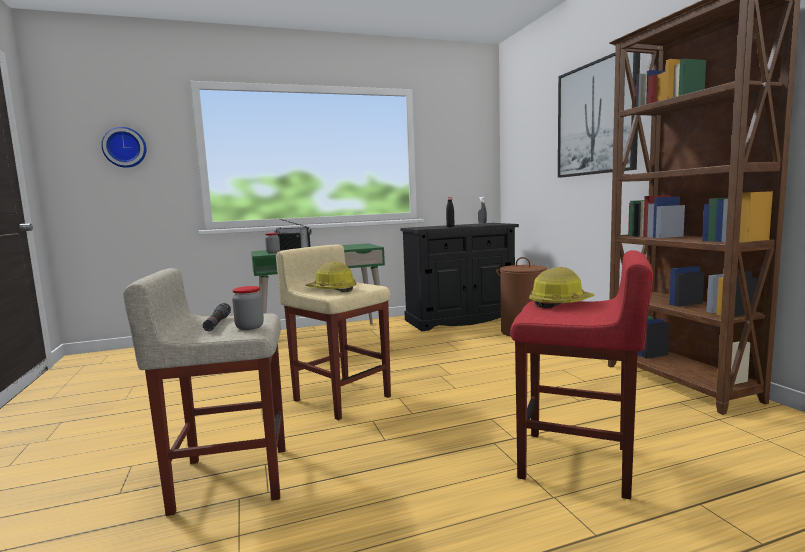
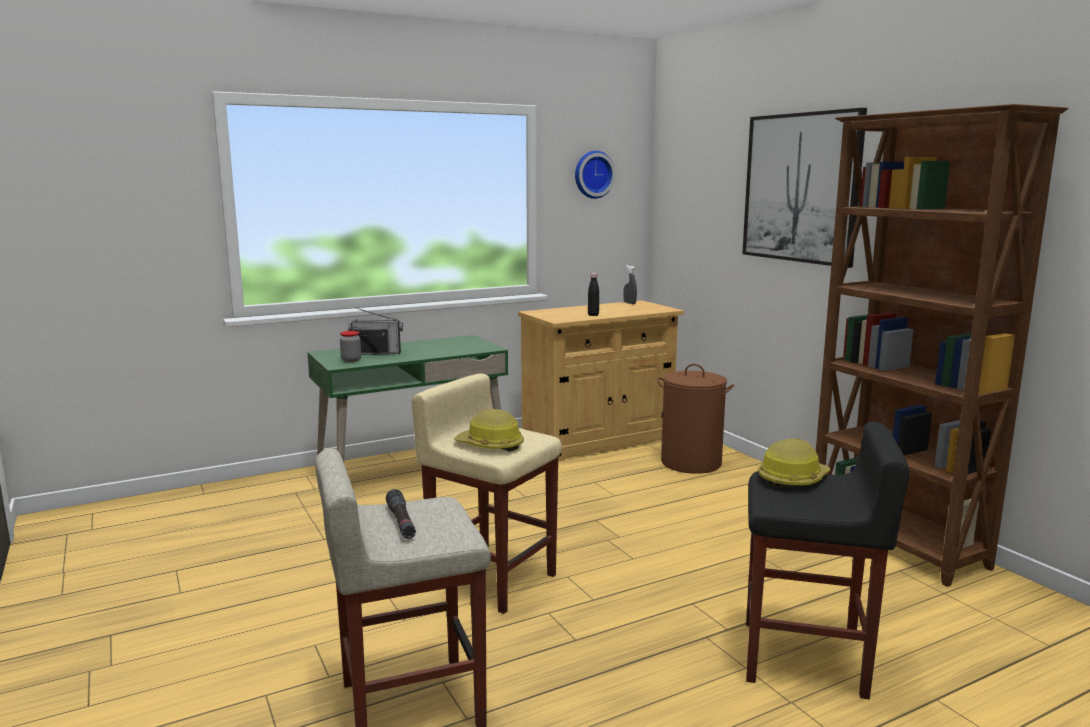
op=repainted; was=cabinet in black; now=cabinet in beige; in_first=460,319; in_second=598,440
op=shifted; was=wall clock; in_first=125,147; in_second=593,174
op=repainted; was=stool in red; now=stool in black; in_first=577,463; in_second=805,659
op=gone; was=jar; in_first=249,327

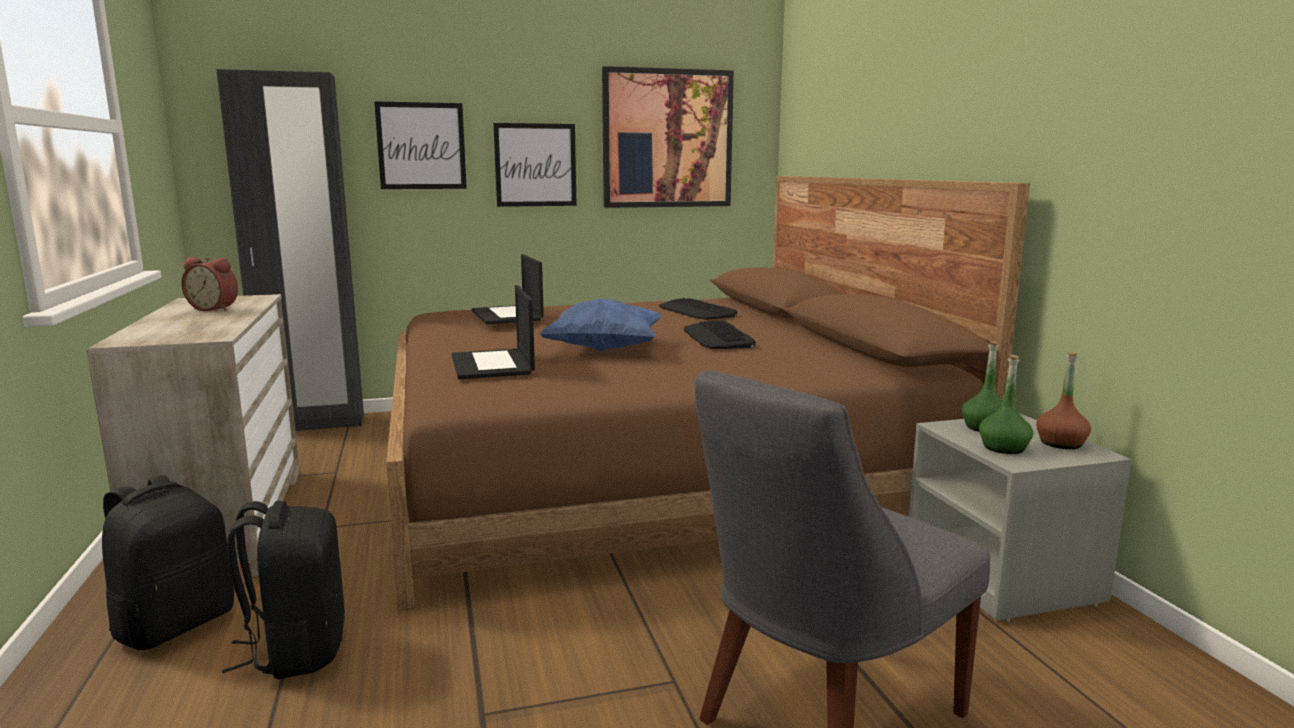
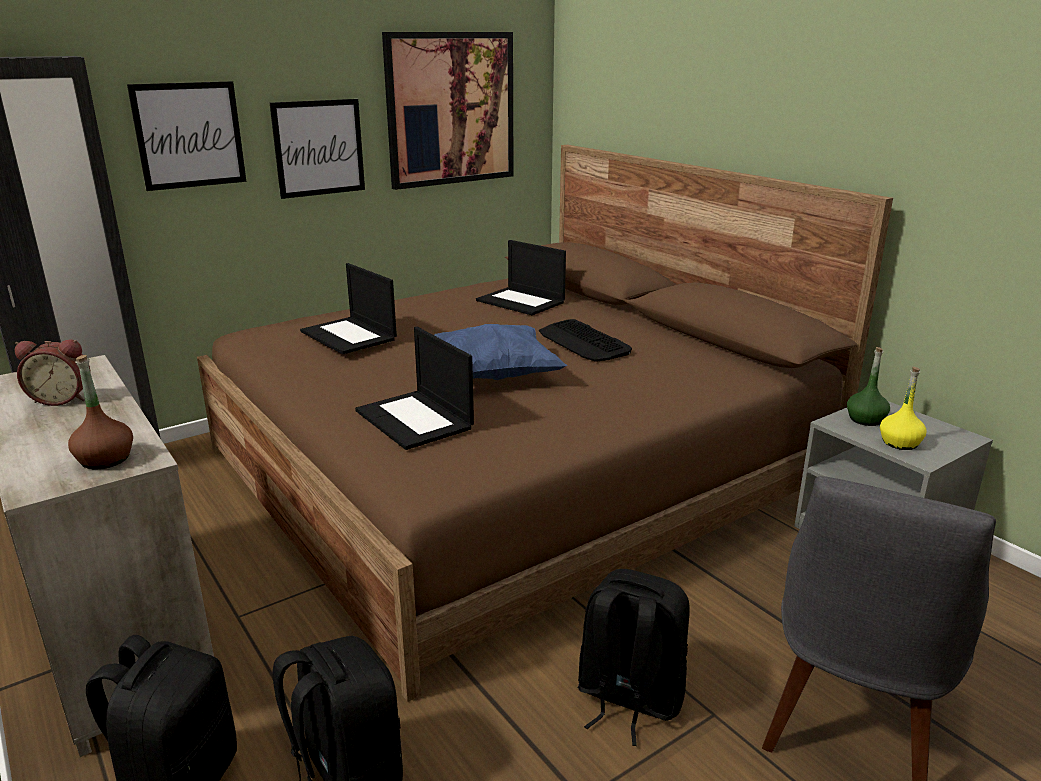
op=shifted; was=bottle in brown; in_first=1061,443; in_second=105,459
op=swapped; was=keyboard; now=laptop; in_first=696,311; in_second=521,301
op=new; now=backpack in black; in_second=628,698
op=repainted; was=bottle in green; now=bottle in yellow; in_first=1004,448; in_second=900,443

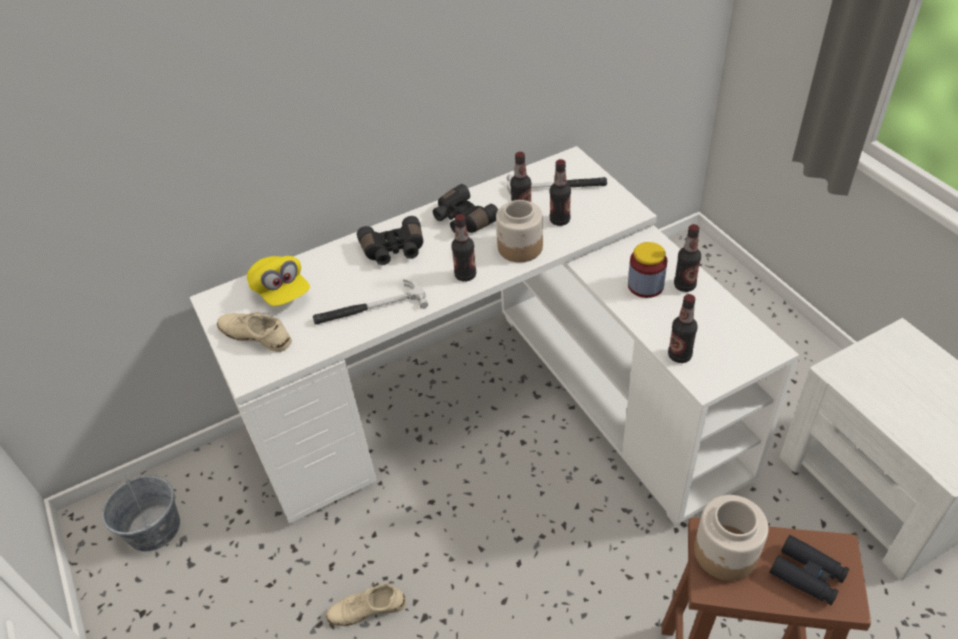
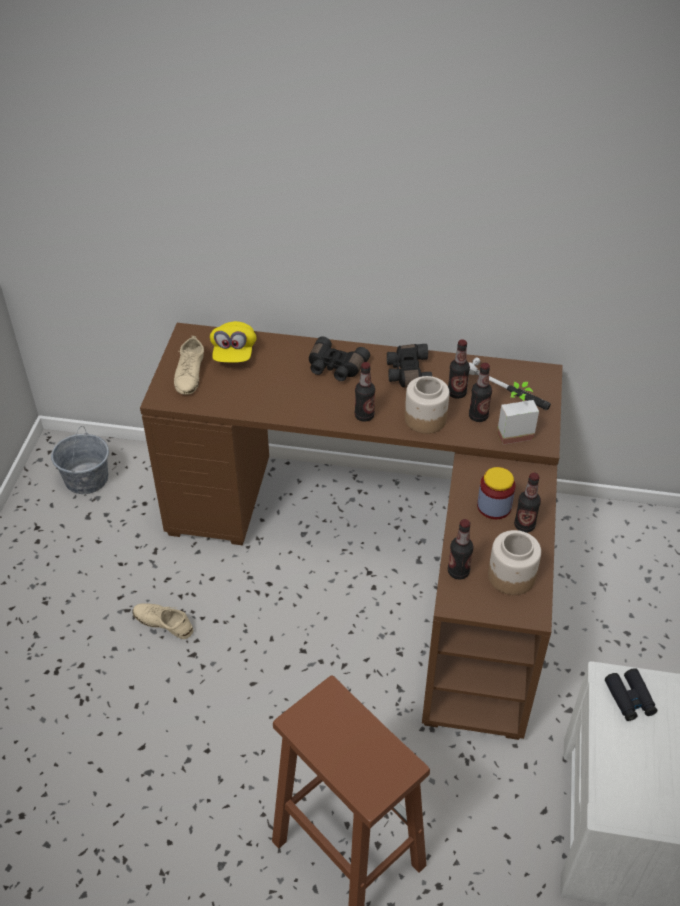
op=repainted; was=desk in white; now=desk in brown; in_first=501,405; in_second=385,550
op=rotated; was=shoe in beige; in_first=255,335; in_second=190,373; clockwise=-150
op=shifted; was=jar; in_first=726,553; in_second=511,576
op=new; now=potted plant; in_second=512,431
op=shifted; was=binoculars in black; in_first=807,574; in_second=629,698
op=gone; was=hammer; in_first=370,308

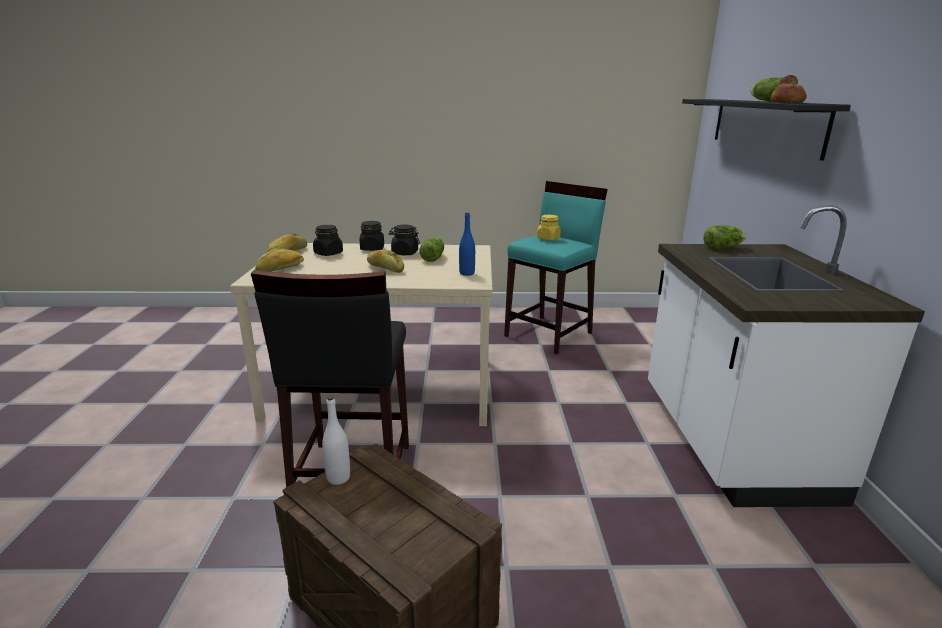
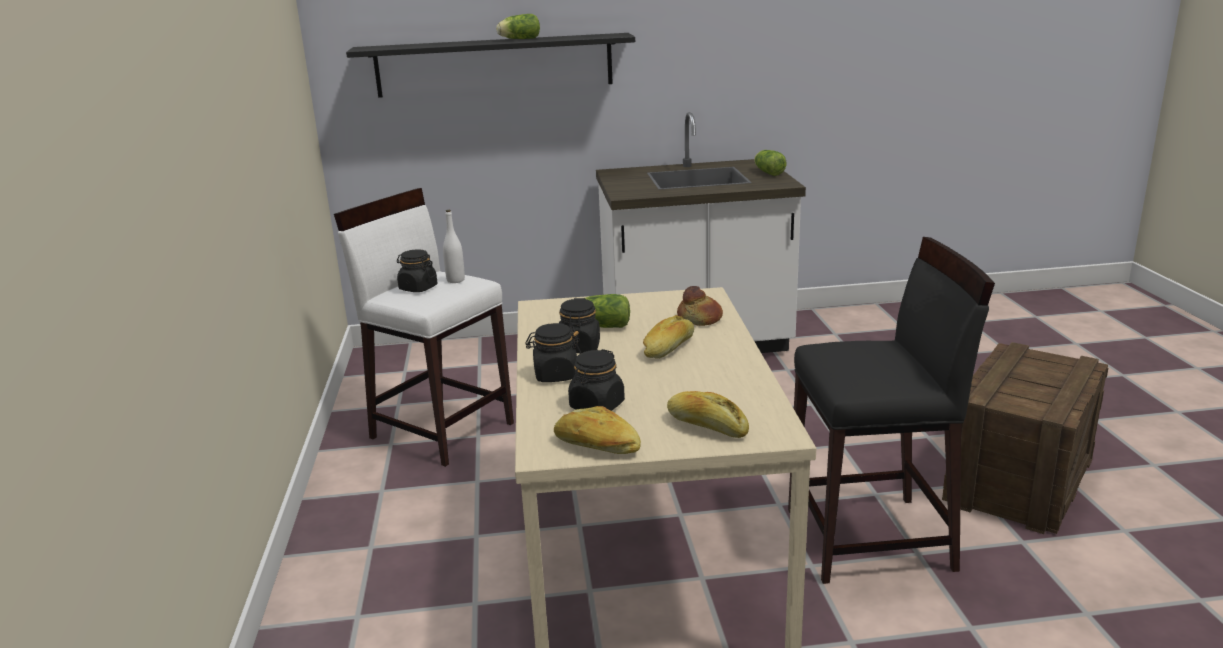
op=repainted; was=stool in turquoise; now=stool in white; in_first=549,334; in_second=442,429
op=repainted; was=jar in yellow; now=jar in black; in_first=548,238; in_second=418,288
op=shifted; was=bottle in white; in_first=338,478; in_second=455,280
op=shifted; was=bread; in_first=787,102; in_second=700,319
op=shifted; was=lettuce; in_first=724,248; in_second=768,172
op=gone; was=bottle in blue; in_first=467,273

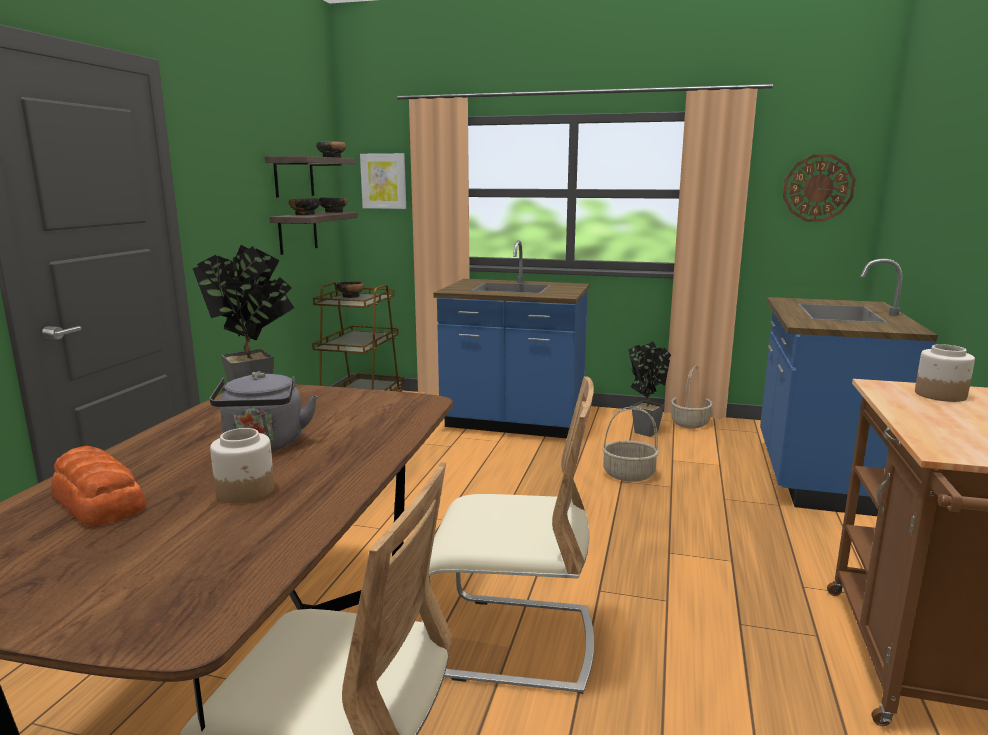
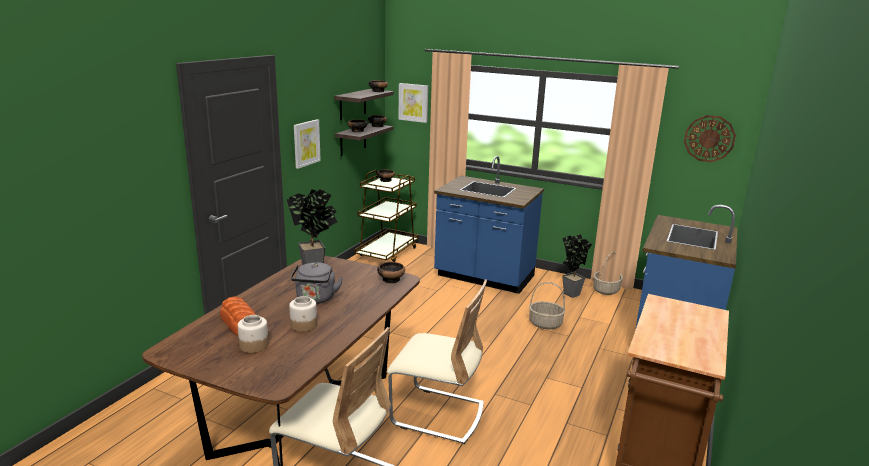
op=shifted; was=jar; in_first=939,395; in_second=253,346
op=new; now=picture; in_second=306,143
op=new; now=bowl; in_second=391,279

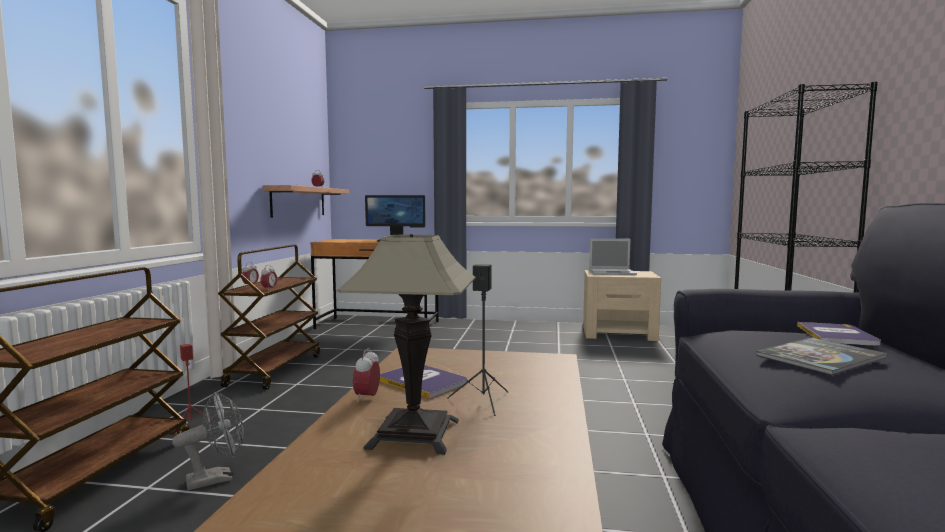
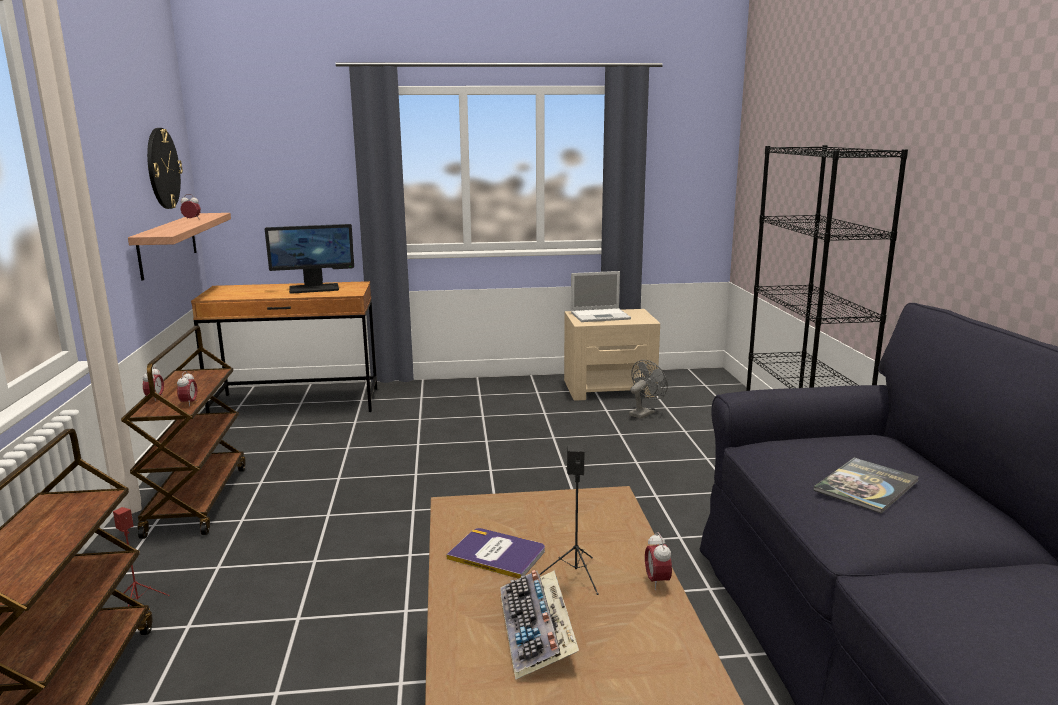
op=new; now=wall clock; in_second=162,168
op=swapped; was=table lamp; now=keyboard; in_first=414,434; in_second=537,632
op=shifted; was=fan in grey; in_first=217,478; in_second=644,413
op=shifted; was=alarm clock; in_first=367,398; in_second=657,582
op=gone; was=book; in_first=836,335

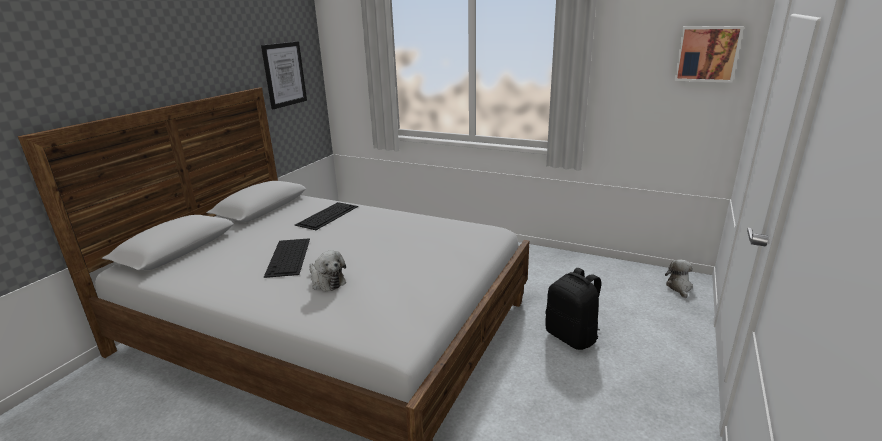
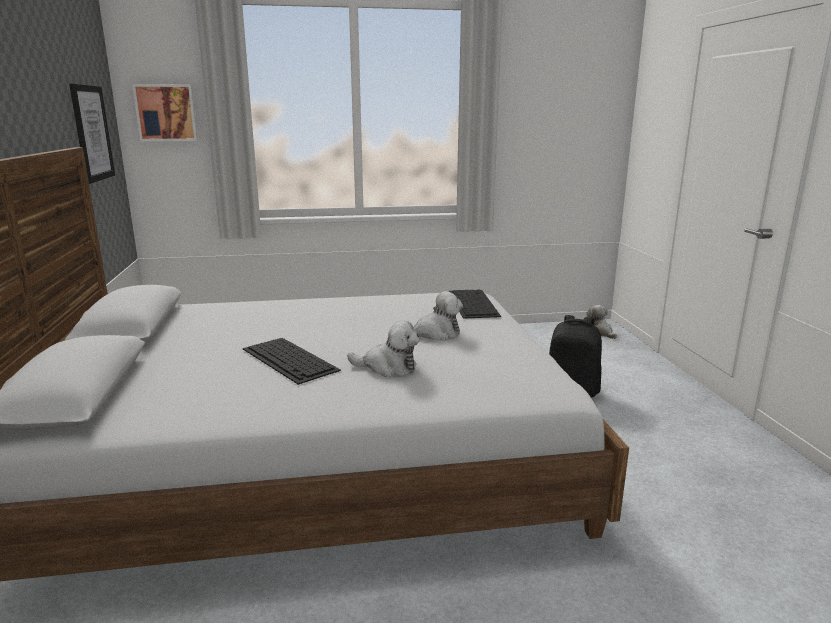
op=shifted; was=picture; in_first=707,54; in_second=166,113
op=new; now=plush toy; in_second=435,334
op=shifted; was=keyboard; in_first=327,215; in_second=472,303

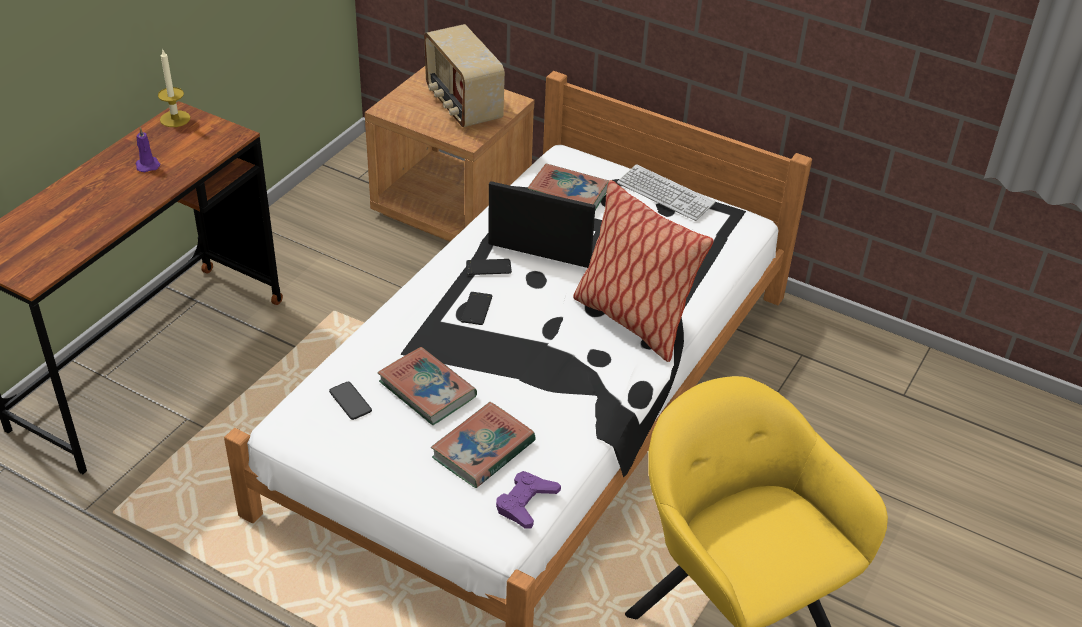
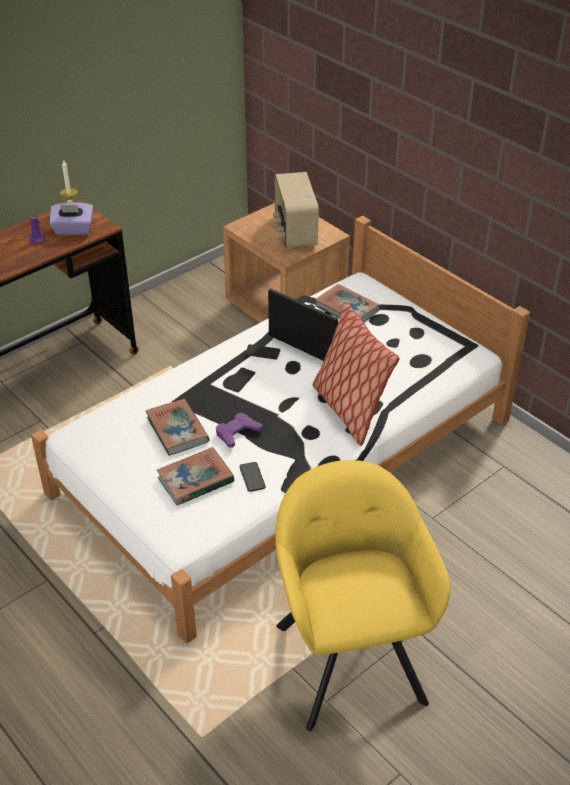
op=new; now=tissue box in purple; in_second=73,230
op=shifted; was=game controller in purple; in_first=526,503; in_second=237,433
op=shifted; was=phone; in_first=350,401; in_second=252,477
op=gone; was=keyboard; in_first=665,194

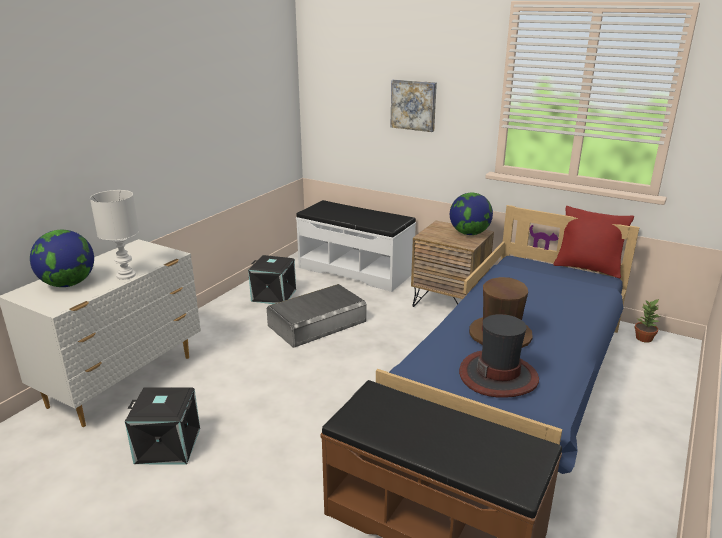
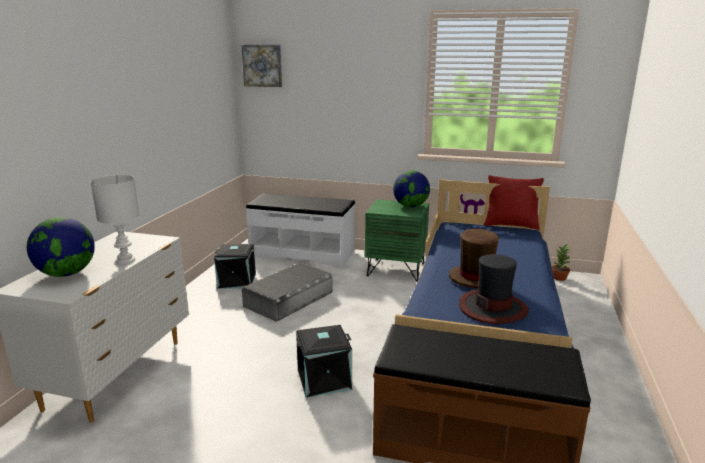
op=shifted; was=picture; in_first=414,105; in_second=263,65
op=shifted; was=storage box in black; in_first=169,445; in_second=324,379
op=repainted; was=nightstand in brown; now=nightstand in green; in_first=449,303; in_second=396,269

